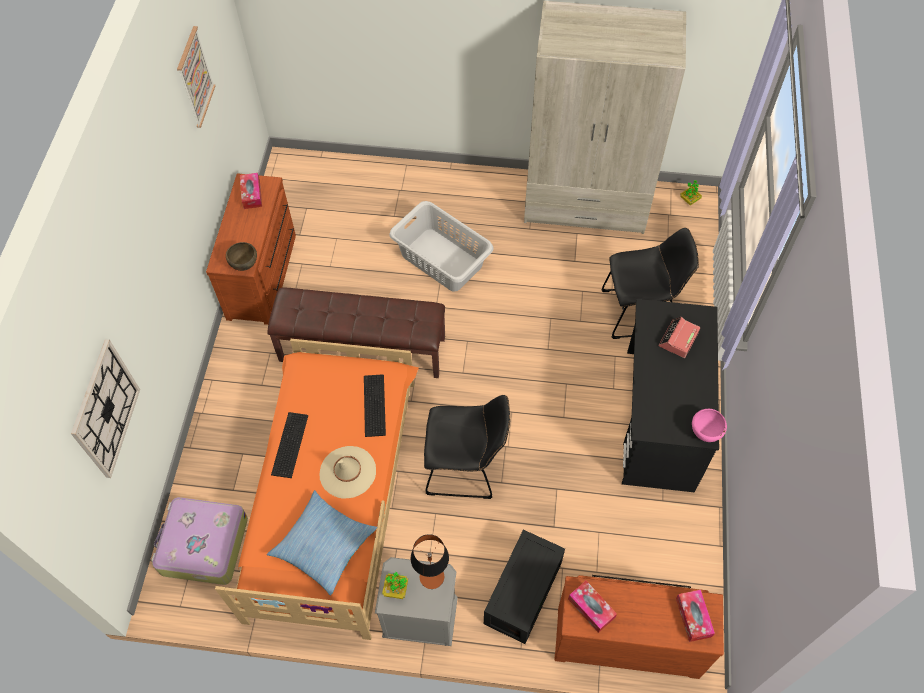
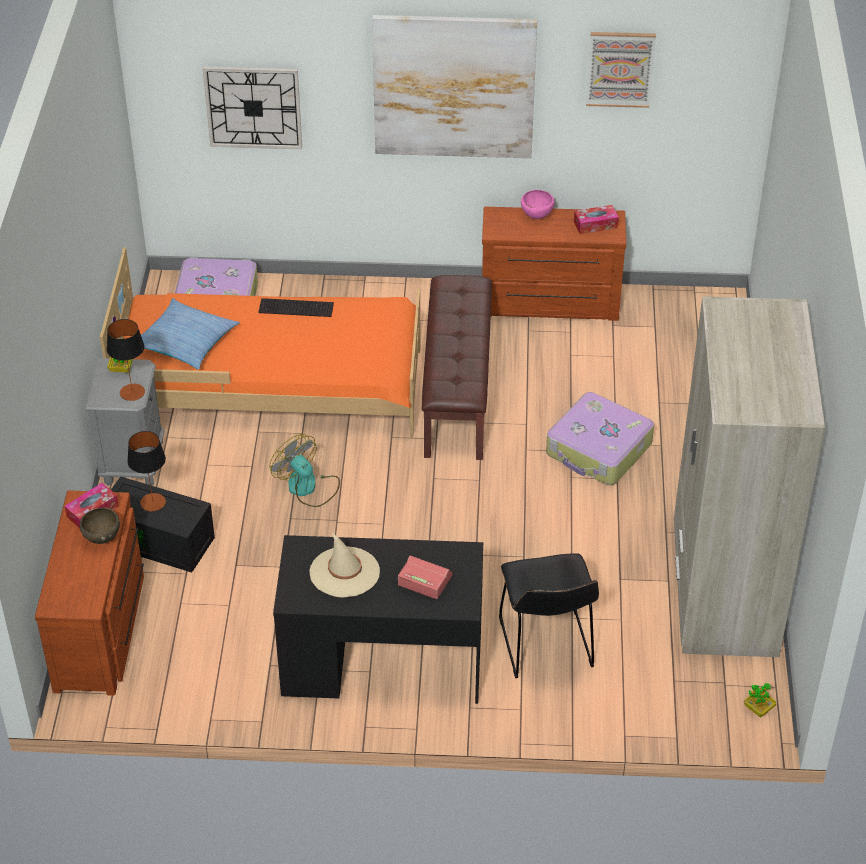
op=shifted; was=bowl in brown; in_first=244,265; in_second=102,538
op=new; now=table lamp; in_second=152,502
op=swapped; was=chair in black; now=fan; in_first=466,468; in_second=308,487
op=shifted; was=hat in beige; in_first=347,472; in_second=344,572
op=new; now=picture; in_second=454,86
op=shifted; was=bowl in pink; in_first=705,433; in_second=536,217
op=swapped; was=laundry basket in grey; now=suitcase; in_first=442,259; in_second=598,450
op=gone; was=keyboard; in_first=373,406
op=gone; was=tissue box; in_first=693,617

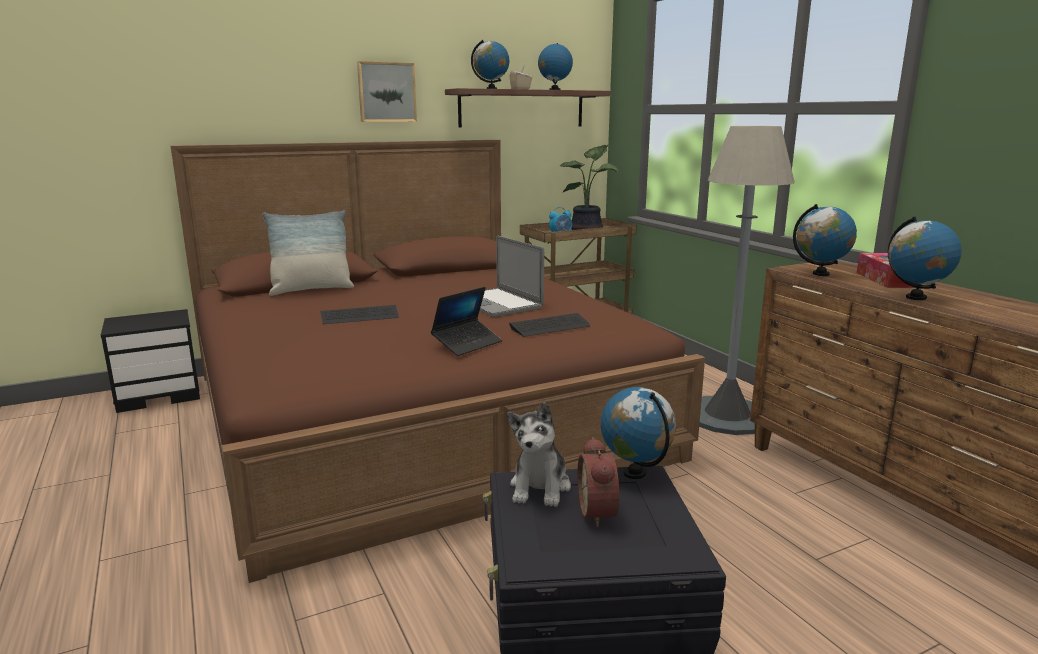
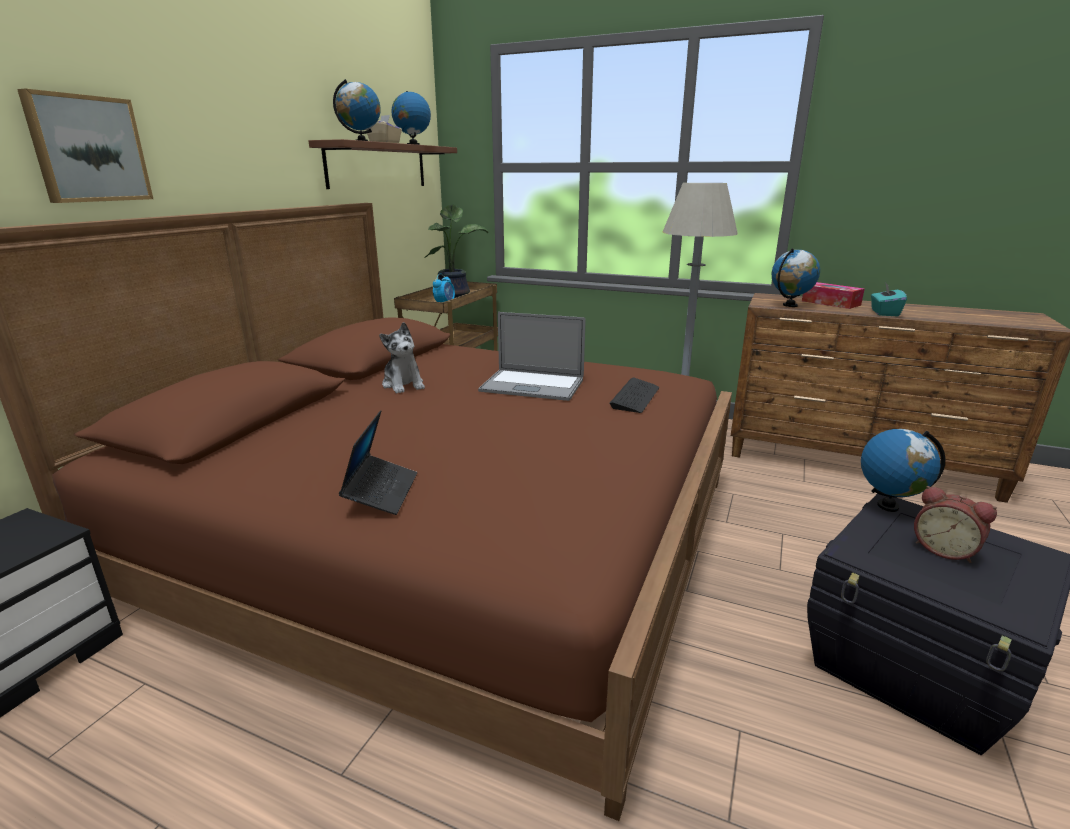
op=shifted; was=picture; in_first=386,92; in_second=88,149
op=shifted; was=laptop; in_first=467,344; in_second=381,492
op=shifted; was=plush toy; in_first=540,487; in_second=403,384
op=swapped; was=globe; now=tissue box in turquoise; in_first=915,297; in_second=884,313
op=gone; was=pillow; in_first=311,290
op=gone; was=keyboard; in_first=360,316

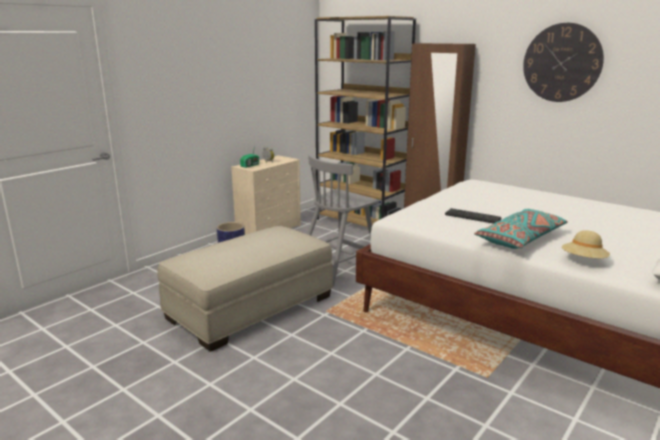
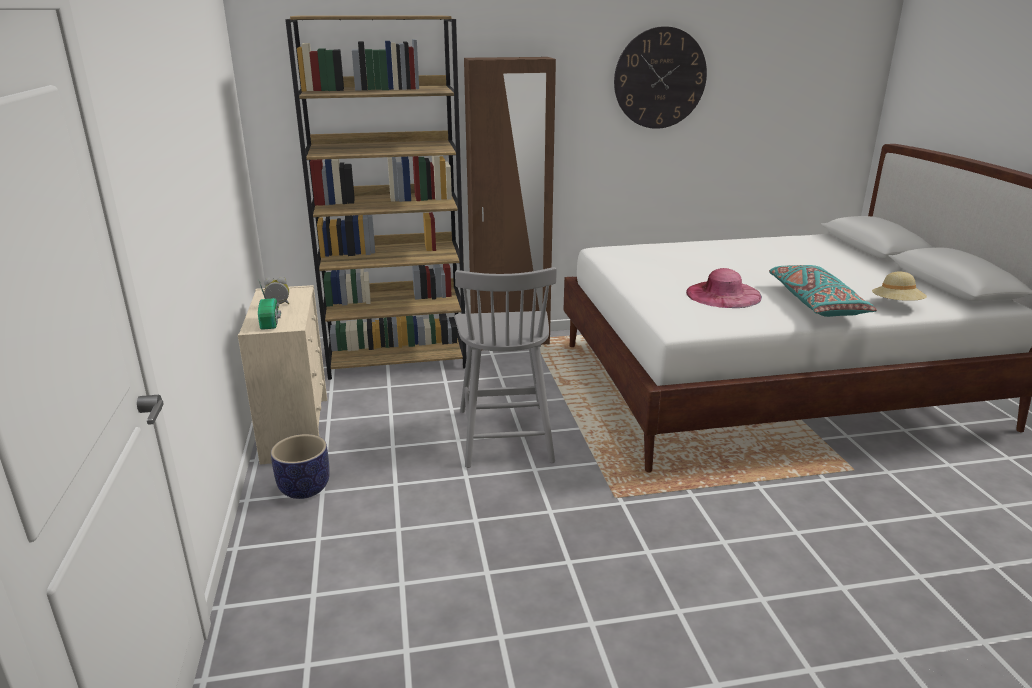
op=swapped; was=keyboard; now=hat in pink; in_first=472,217; in_second=723,294
op=gone; was=ottoman in beige; in_first=251,306

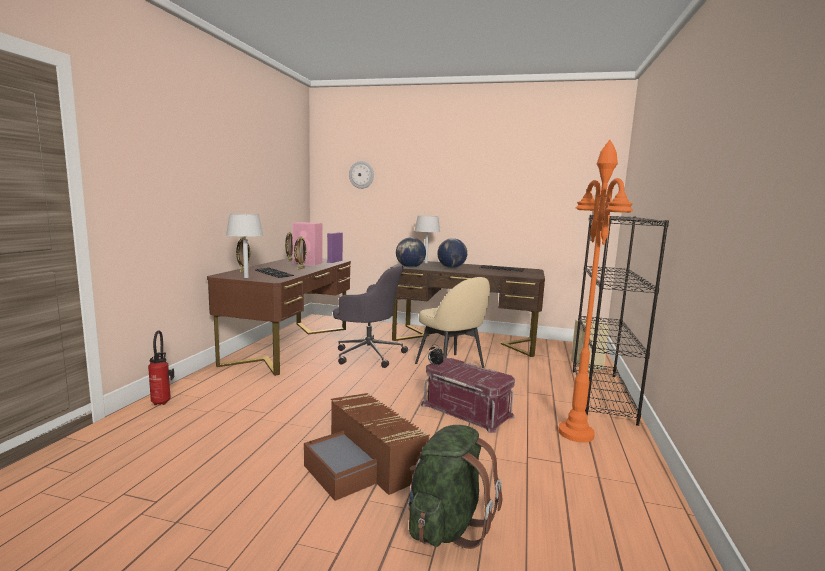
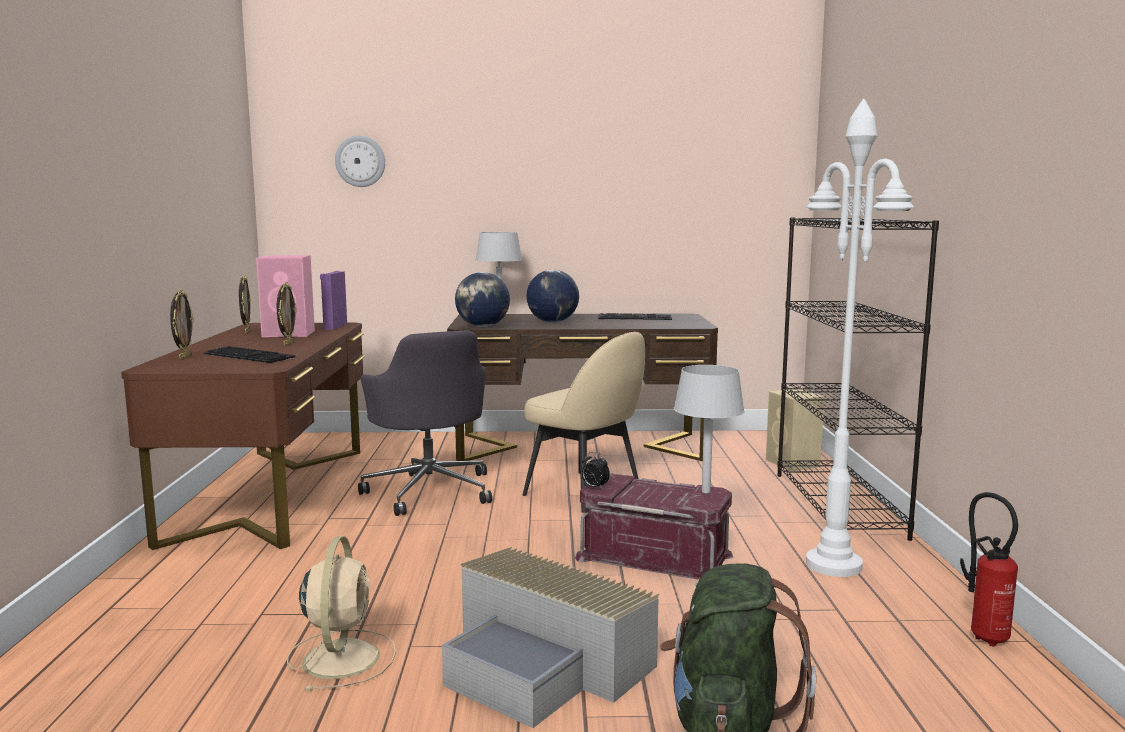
op=new; now=fan in beige; in_second=342,657
op=rotated; was=office chair in grey; in_first=368,354; in_second=430,490; clockwise=60
op=repainted; was=storage box in brown; now=storage box in grey; in_first=365,464; in_second=545,664
op=shifted; was=table lamp in grey; in_first=246,277; in_second=705,491
op=repainted; was=floor lamp in orange; now=floor lamp in white; in_first=576,433; in_second=834,565
op=shifted; was=fire extinguisher; in_first=163,401; in_second=985,636

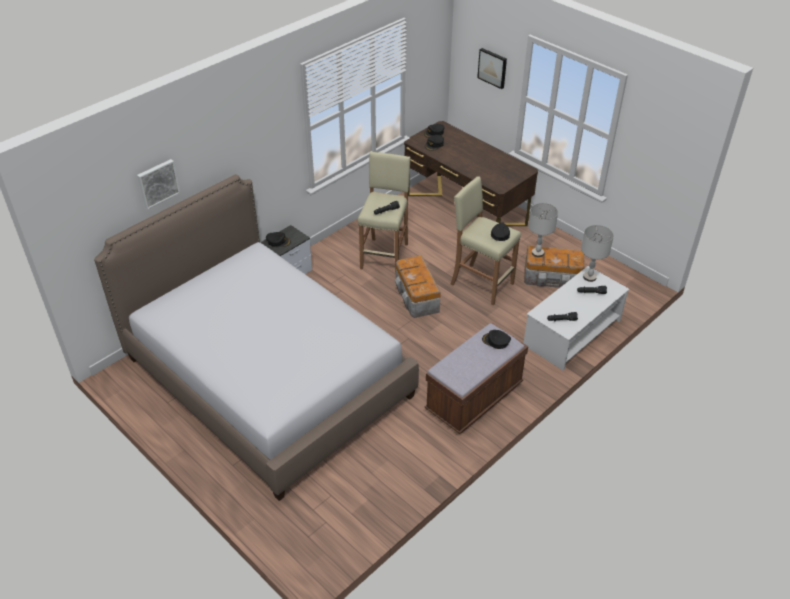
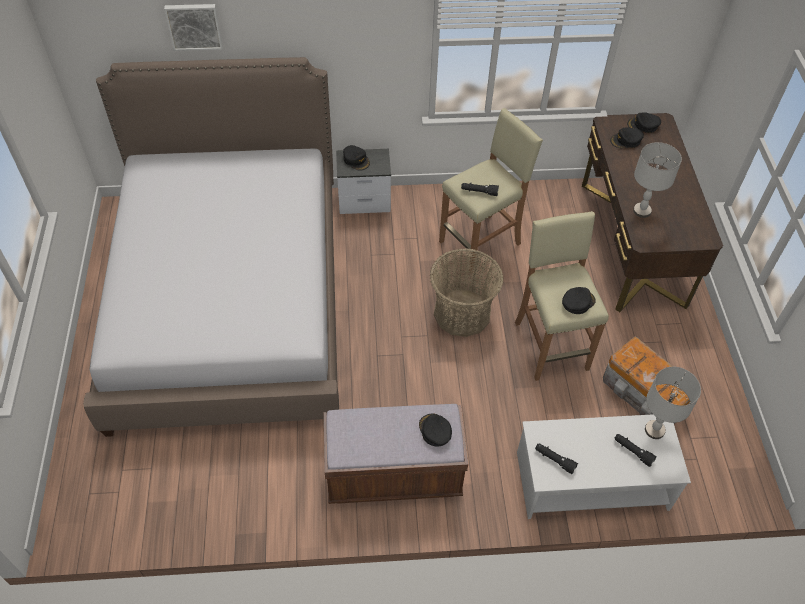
op=swapped; was=storage box; now=basket; in_first=416,297; in_second=462,313
op=shifted; was=table lamp in grey; in_first=537,253; in_second=641,211
op=gone; was=picture; in_first=493,67

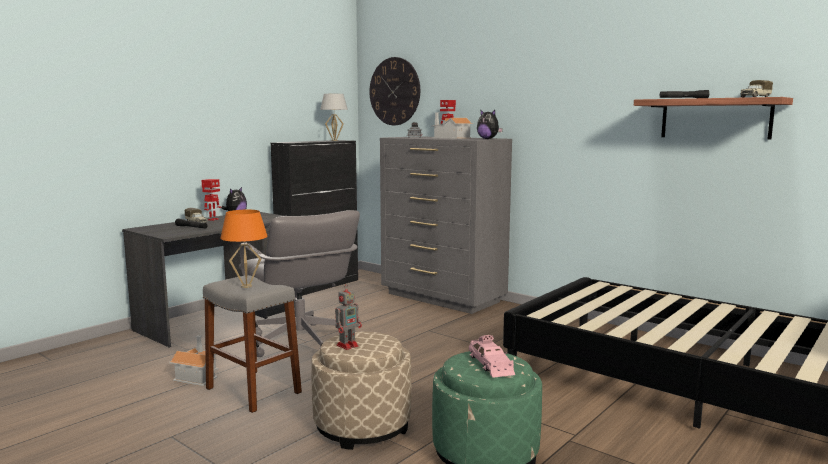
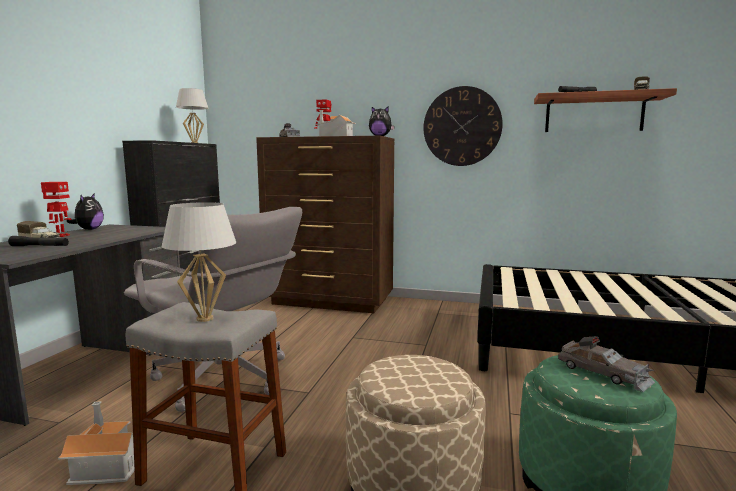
op=repainted; was=table lamp in orange; now=table lamp in white; in_first=246,286; in_second=204,318
op=repainted; was=dresser in grey; now=dresser in brown; in_first=442,298; in_second=330,301
op=shifted; was=wall clock; in_first=394,91; in_second=462,126
op=repainted; was=toy car in pink; now=toy car in grey; in_first=490,364; in_second=603,373
op=gone; was=toy robot; in_first=348,345

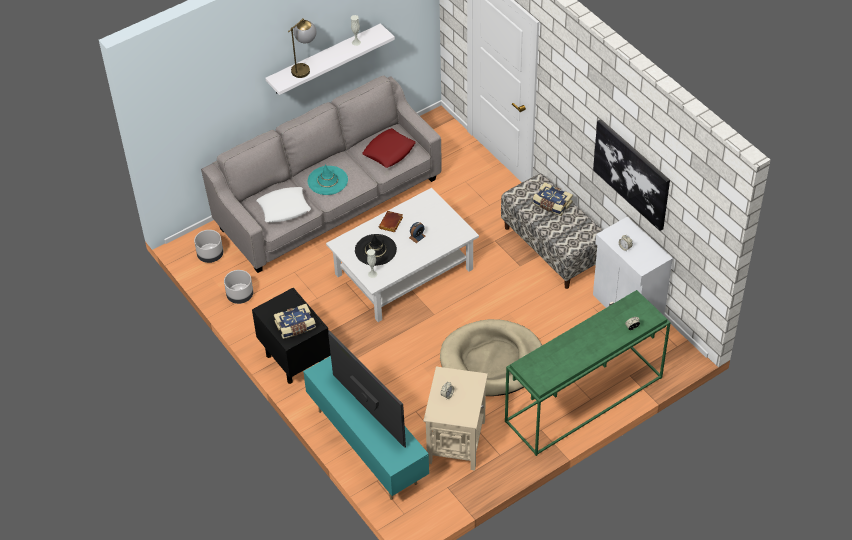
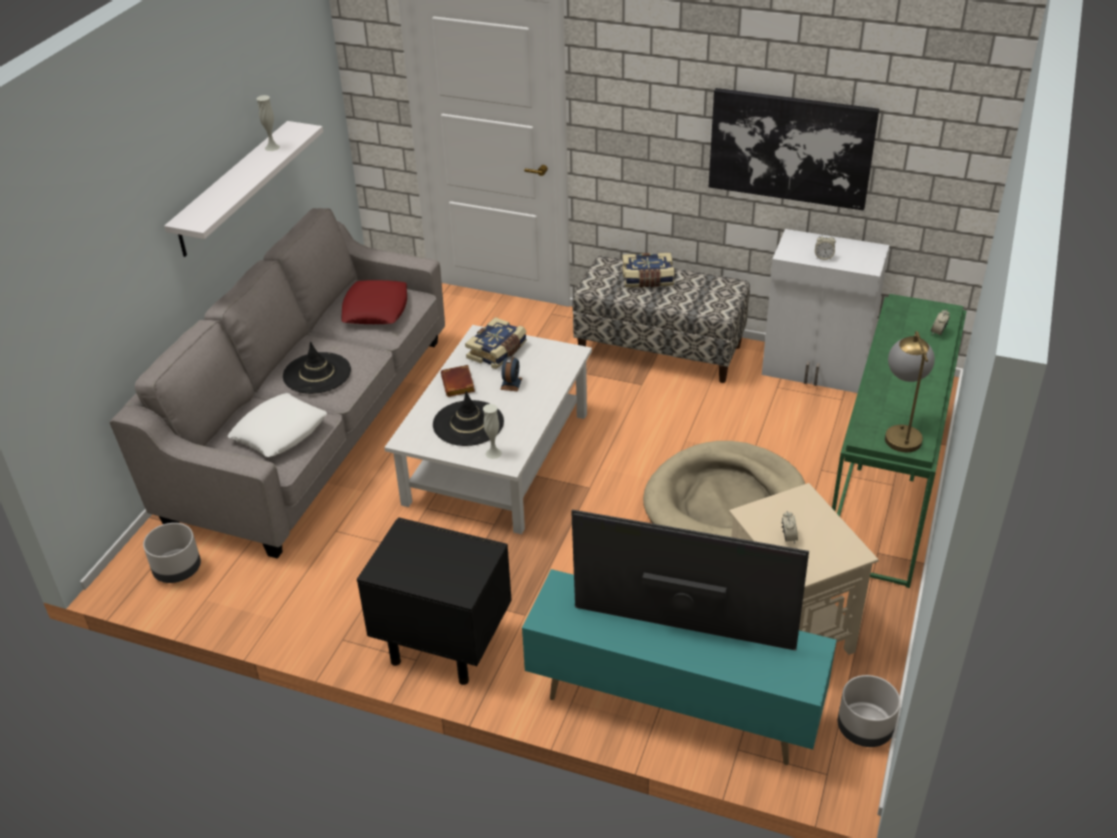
op=repainted; was=hat in turquoise; now=hat in black; in_first=327,181; in_second=317,373
op=shifted; was=book; in_first=295,326; in_second=498,352
op=shifted; was=planter in grey; in_first=240,295; in_second=864,729
op=shifted; was=table lamp; in_first=304,67; in_second=899,432

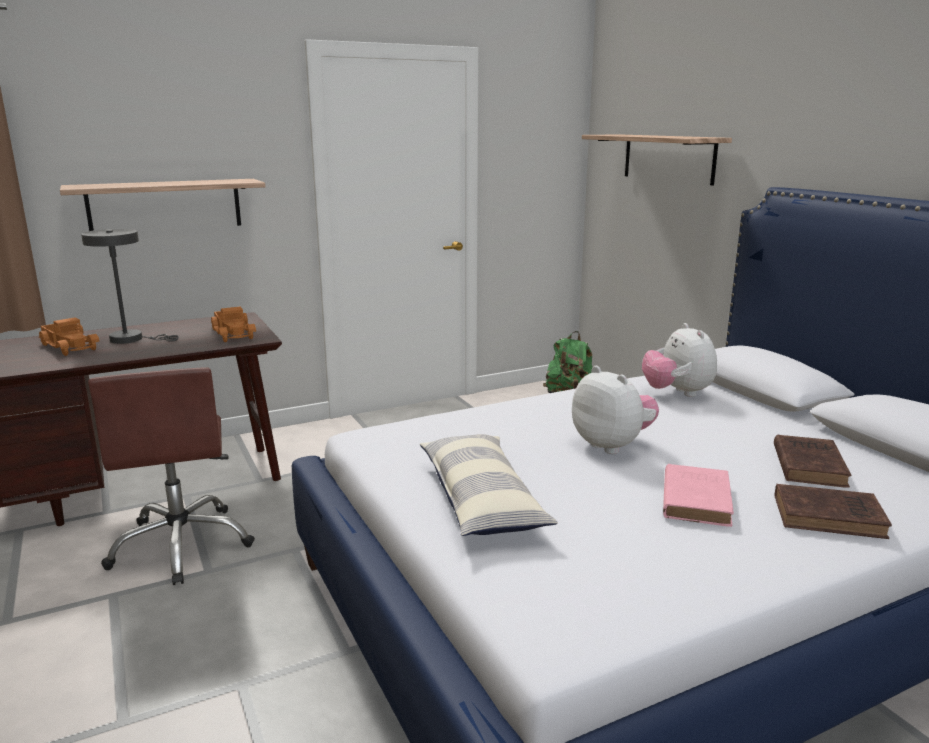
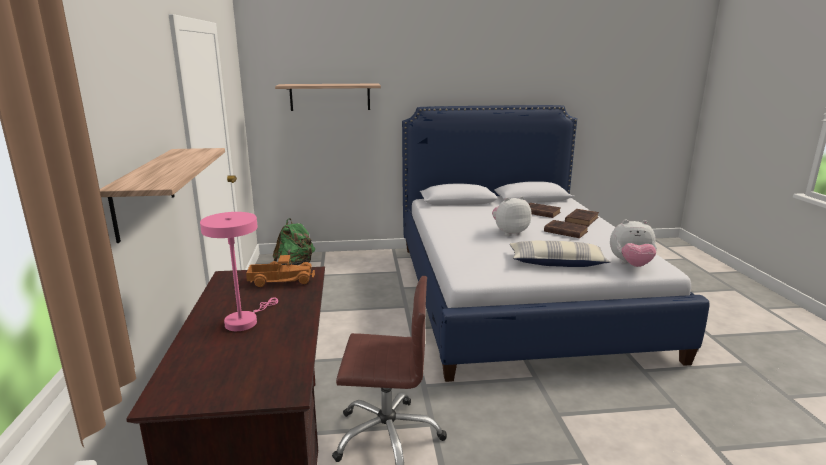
op=repainted; was=table lamp in grey; now=table lamp in pink; in_first=132,339; in_second=244,320
op=repainted; was=book in pink; now=book in brown; in_first=696,499; in_second=564,231
op=shifted; was=plush toy; in_first=677,393; in_second=631,265
op=gone; was=toy truck; in_first=71,346

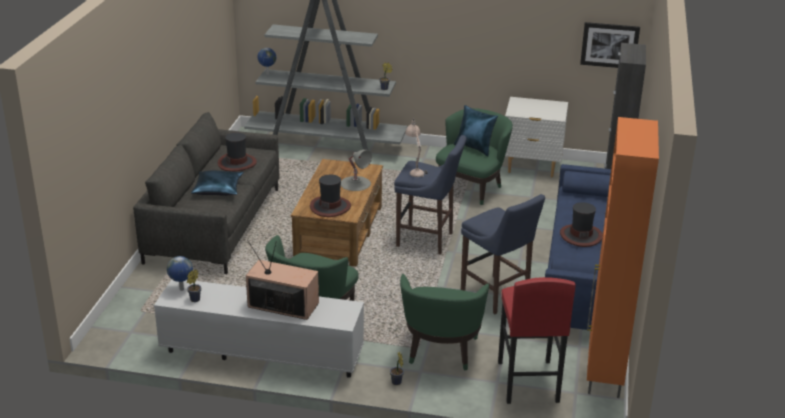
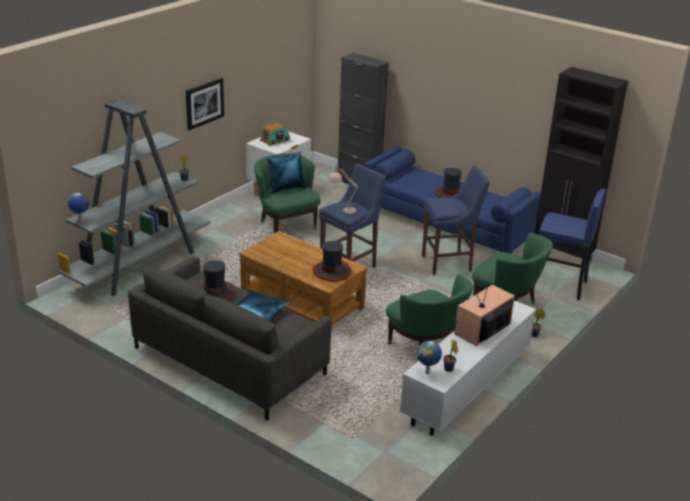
op=shifted; was=picture; in_first=609,45; in_second=204,103
op=new; now=radio; in_second=275,141
op=repainted; was=stool in red; now=stool in blue; in_first=527,382; in_second=559,285
op=repainted; was=cabinet in orange; now=cabinet in black; in_first=604,373; in_second=563,256
op=gone; was=table lamp in grey; in_first=355,183

